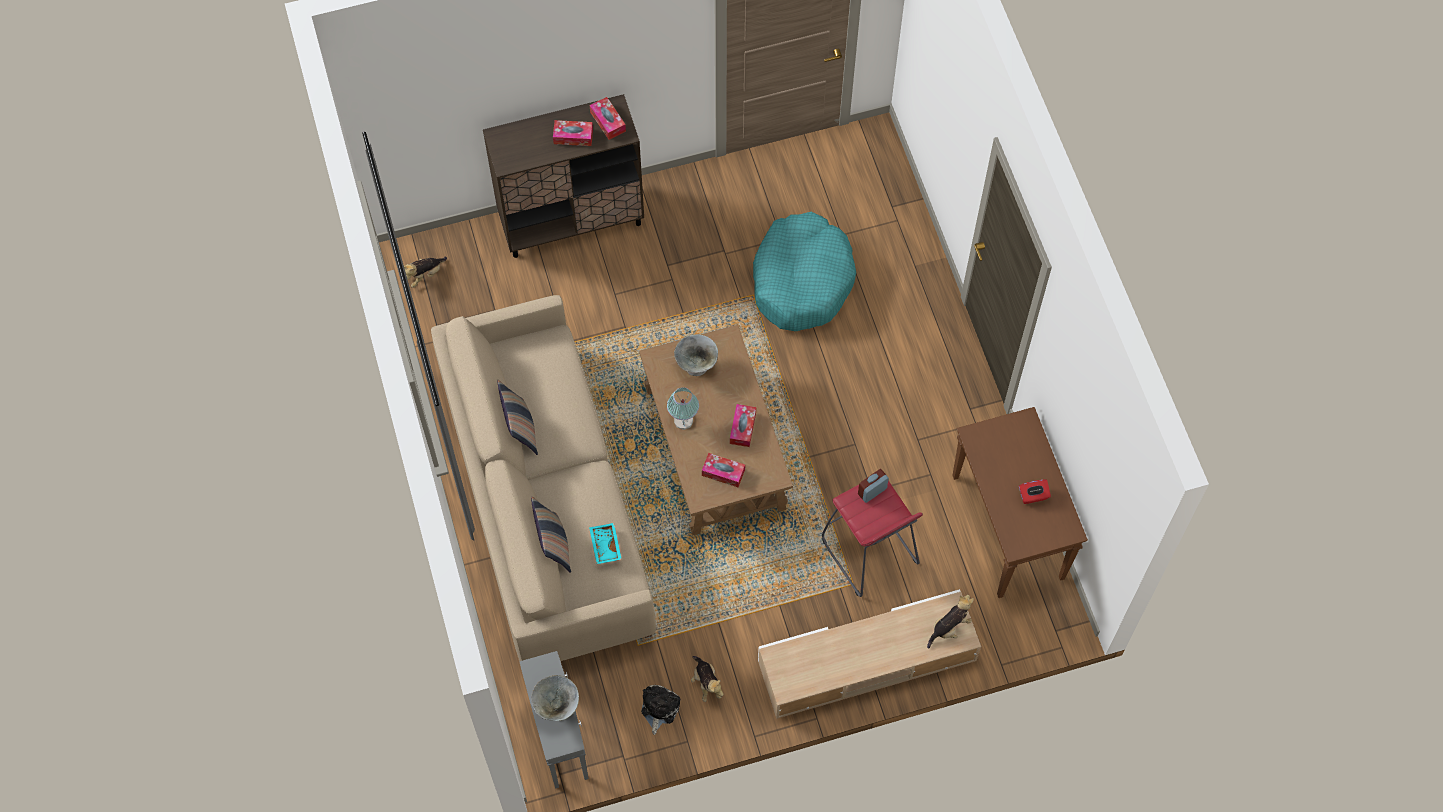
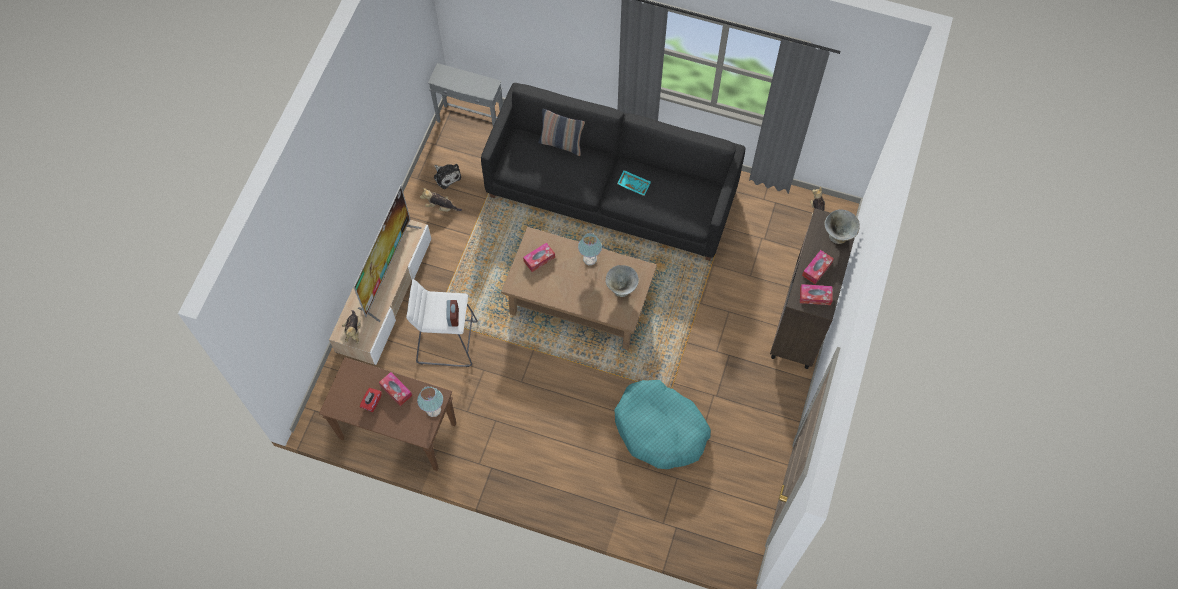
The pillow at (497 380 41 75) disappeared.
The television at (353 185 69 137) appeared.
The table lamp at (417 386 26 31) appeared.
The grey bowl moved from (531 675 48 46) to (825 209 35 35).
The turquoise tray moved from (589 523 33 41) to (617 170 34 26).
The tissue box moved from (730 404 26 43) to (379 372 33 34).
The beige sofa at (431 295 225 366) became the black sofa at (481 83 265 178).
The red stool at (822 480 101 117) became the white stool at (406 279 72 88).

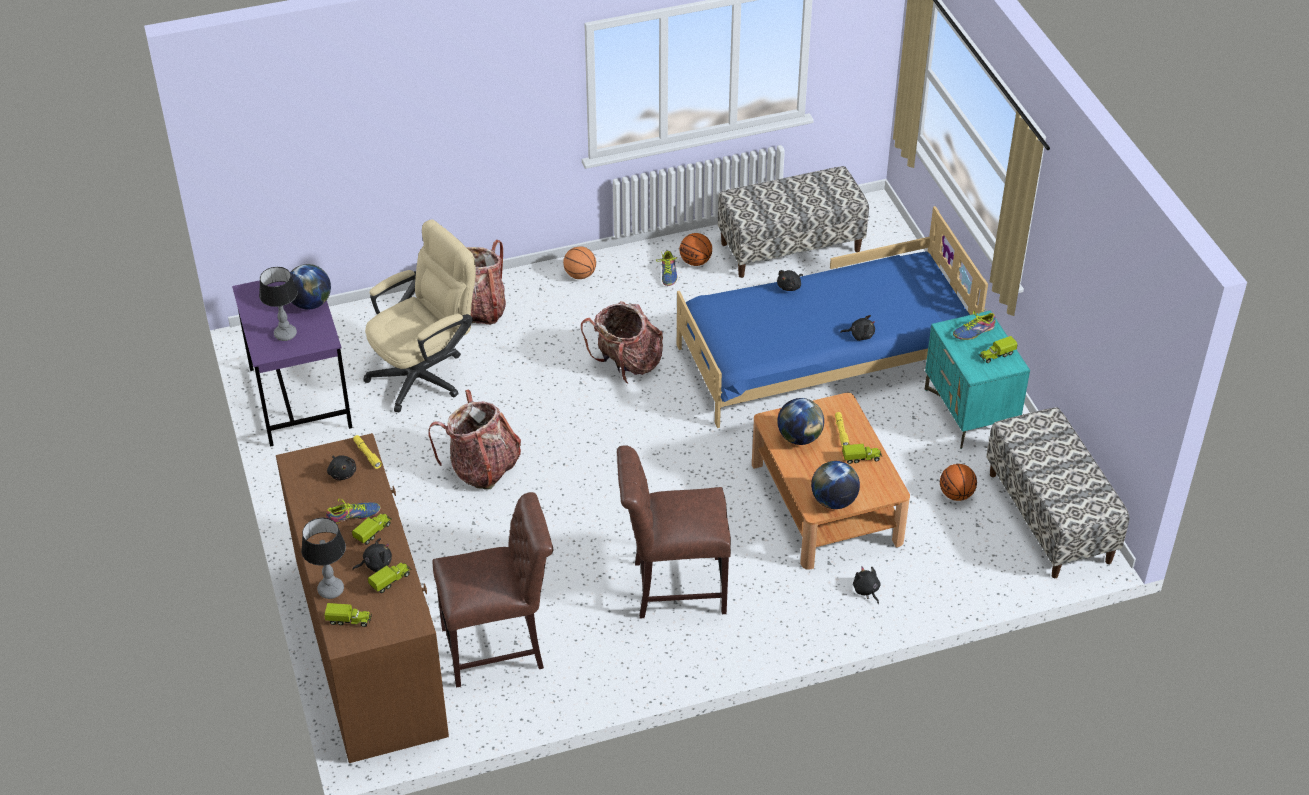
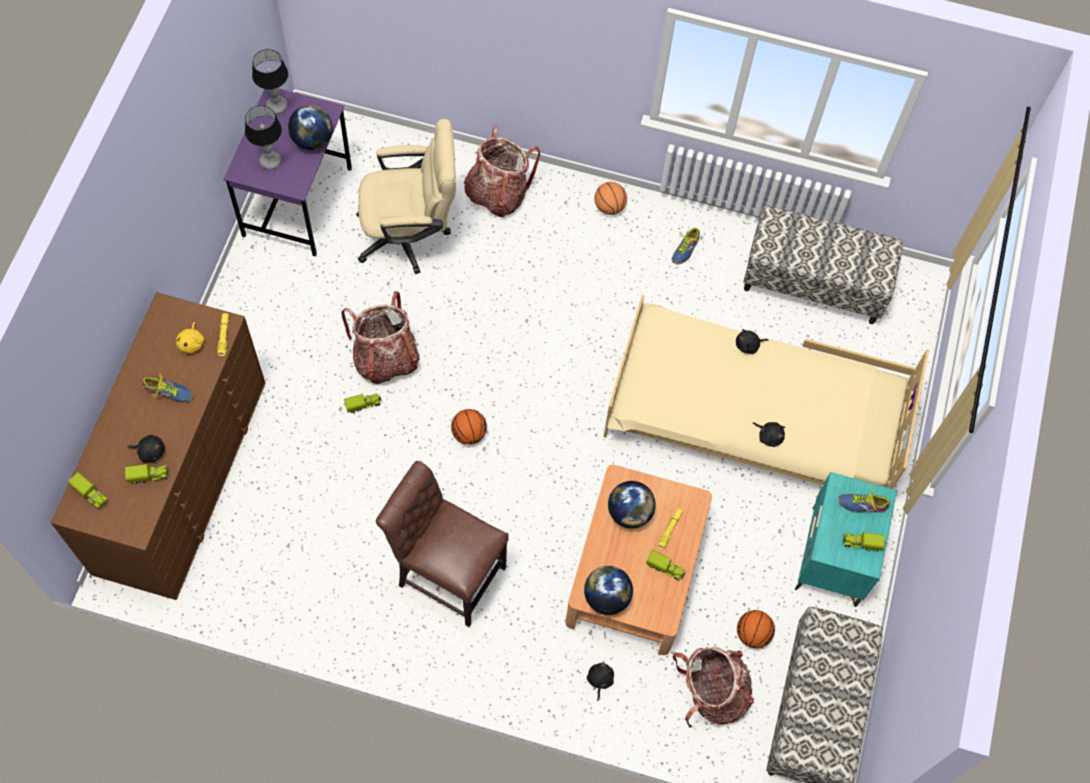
The brown chair at (432 492 121 196) disappeared.
The table lamp moved from (301 518 45 81) to (252 49 36 65).
The toy truck moved from (352 513 39 32) to (344 393 38 20).
The backpack moved from (581 301 82 82) to (673 647 81 81).
The basketball moved from (680 233 32 33) to (451 409 36 36).
The black plush toy at (327 455 29 25) became the yellow plush toy at (175 322 29 32).
The blue bed at (677 206 311 222) became the beige bed at (604 295 325 194).

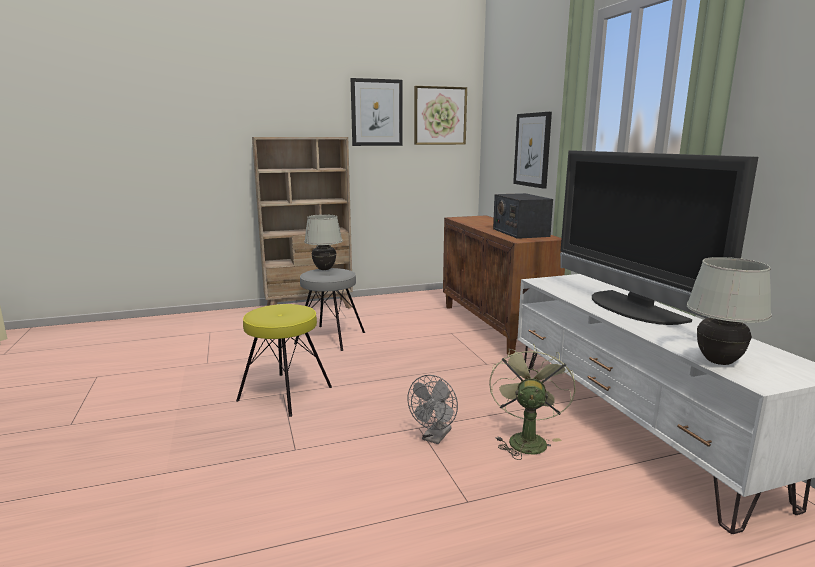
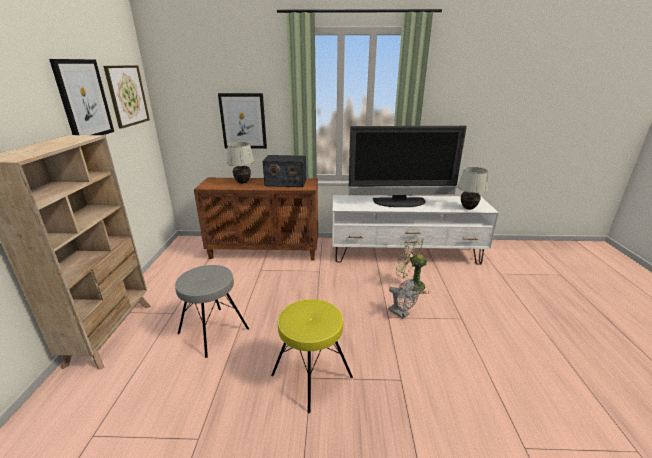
The white table lamp moved from (304 214 38 56) to (226 142 29 42).

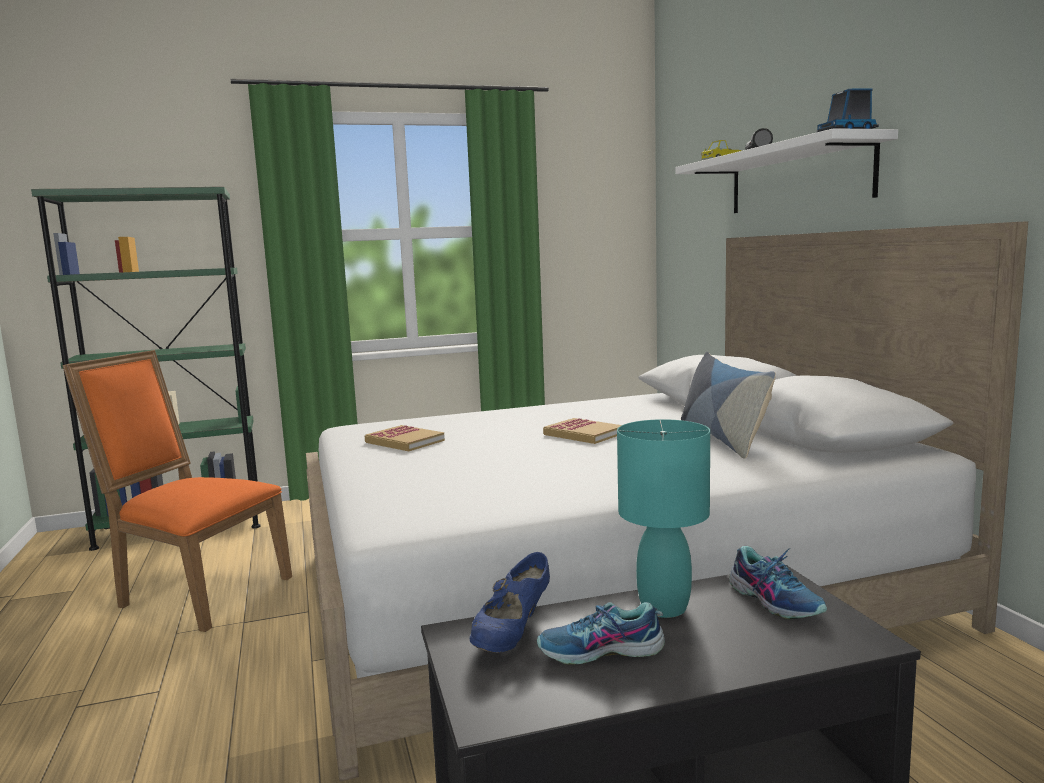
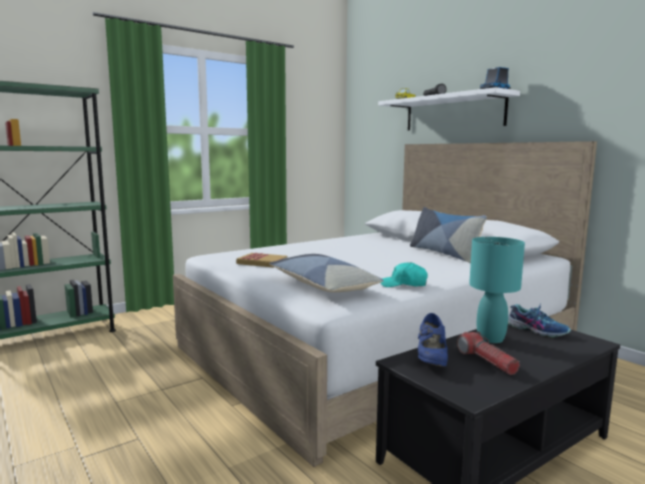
The orange chair at (62 350 230 282) disappeared.
The book at (543 418 79 26) disappeared.
The pillow at (269 254 115 38) appeared.
The turquoise cap at (381 262 47 25) appeared.
The shoe at (537 602 128 63) was replaced by the flashlight at (457 331 63 44).

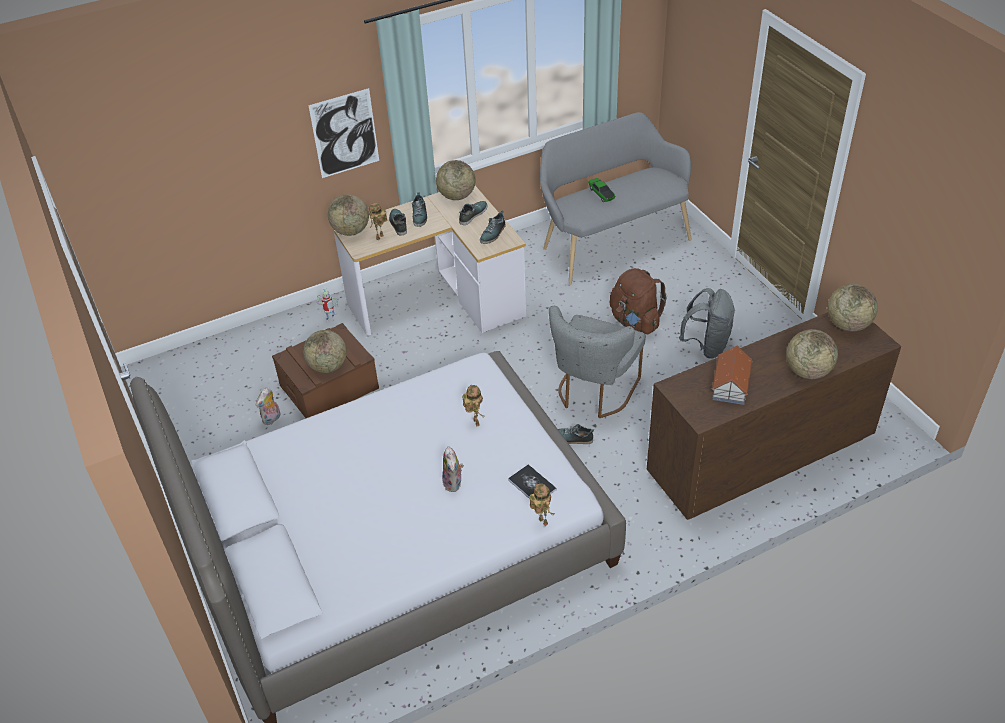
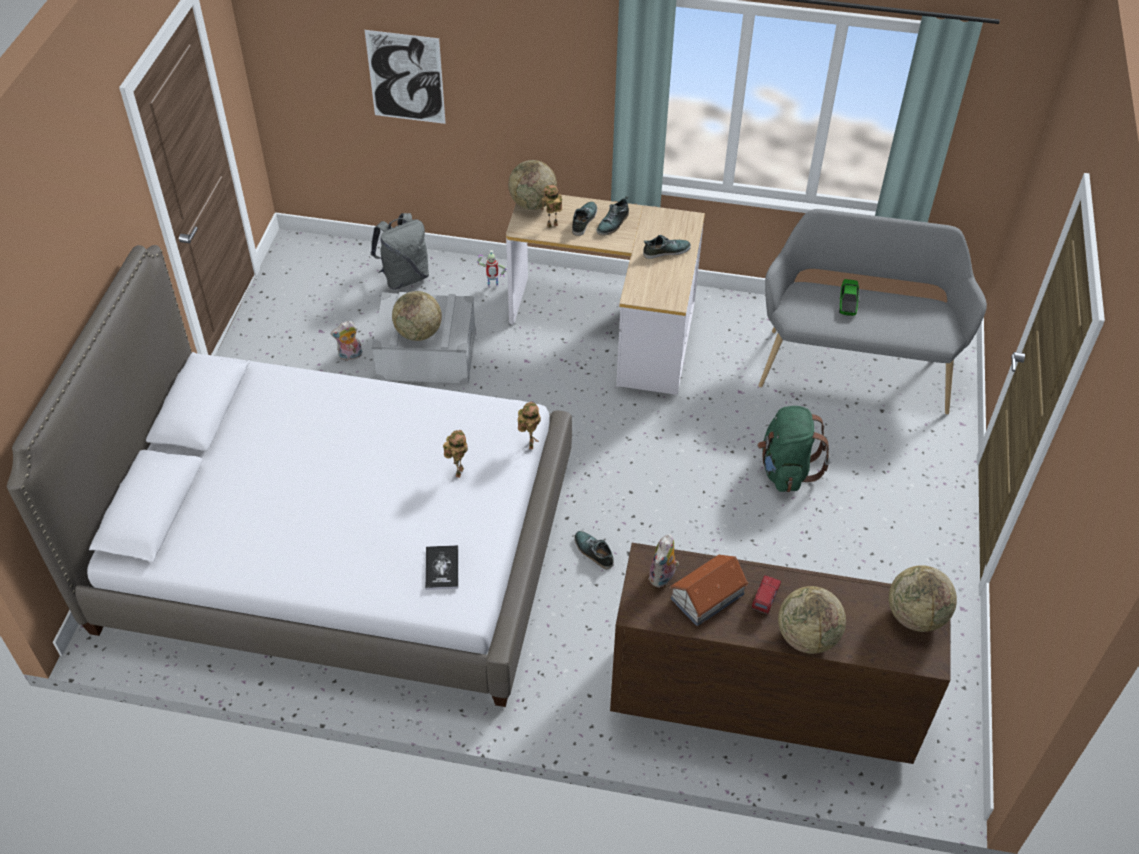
The globe at (436 160 40 40) disappeared.
The shoe at (480 211 25 33) disappeared.
The grey chair at (549 306 97 112) disappeared.
The toy truck at (752 575 29 40) appeared.
The picture moved from (308 88 71 90) to (365 30 81 94).
The plush toy moved from (442 446 22 46) to (649 534 30 54).
The toy robot moved from (529 483 26 43) to (518 402 23 47).
The grey backpack moved from (679 288 56 70) to (370 213 59 77).
The brown storage box at (272 323 107 95) became the grey storage box at (372 292 104 92).
The brown backpack at (610 268 57 66) became the green backpack at (757 406 73 86).

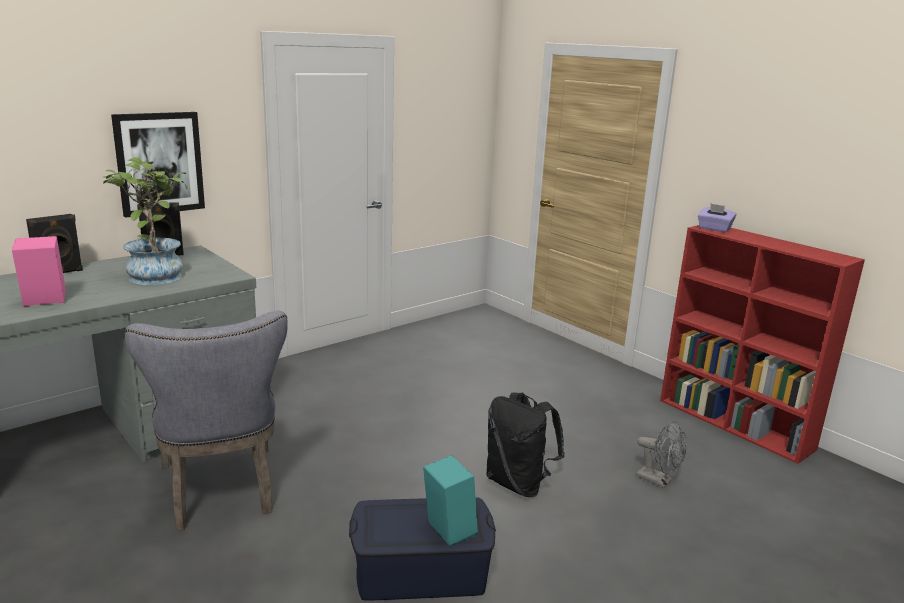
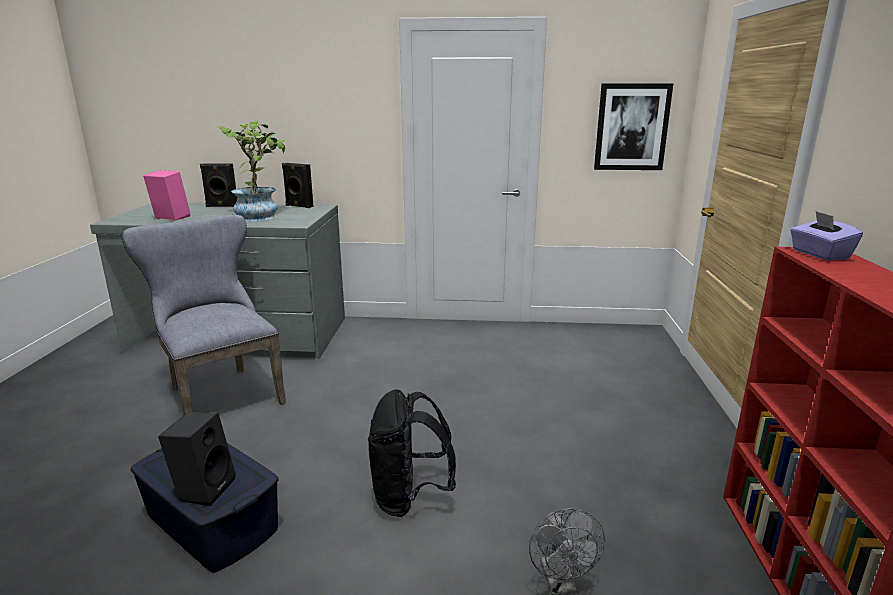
The picture moved from (111 112 94 106) to (594 84 79 86).
The turquoise speaker at (423 455 55 91) became the black speaker at (158 412 78 94).
The grey chair at (124 310 164 221) turned 120 degrees clockwise.

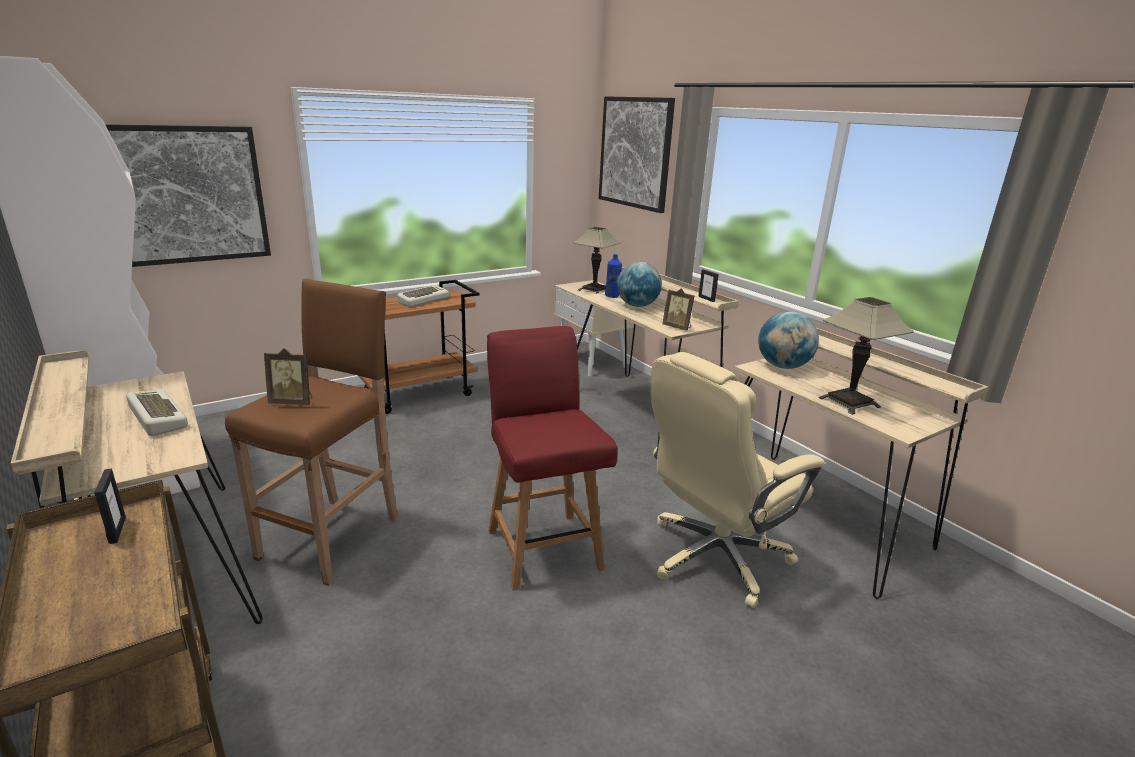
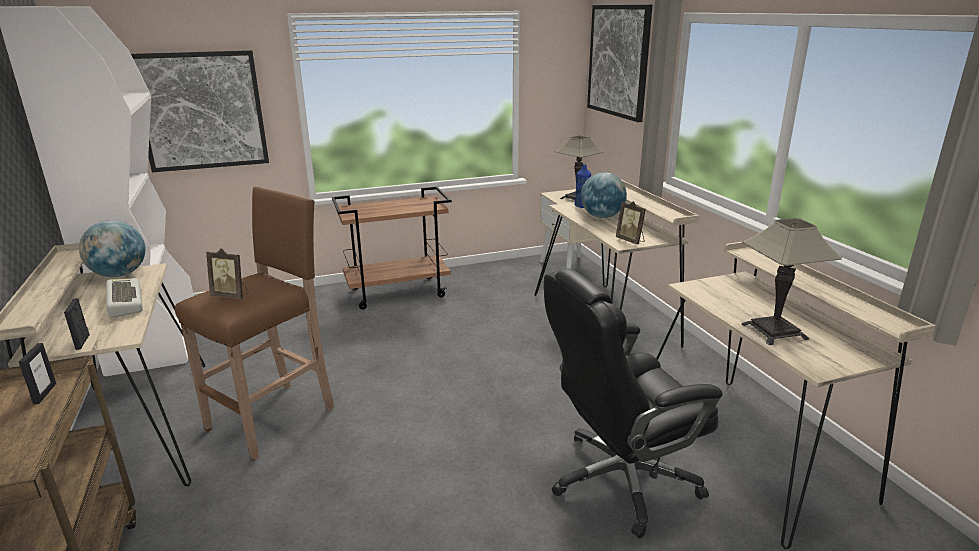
The keyboard at (397 285 52 22) disappeared.
The red chair at (487 326 131 265) disappeared.
The picture frame moved from (698 269 21 33) to (64 298 26 52).
The globe moved from (758 312 61 57) to (79 220 66 57).
The beige office chair at (650 352 175 256) became the black office chair at (544 269 179 269).

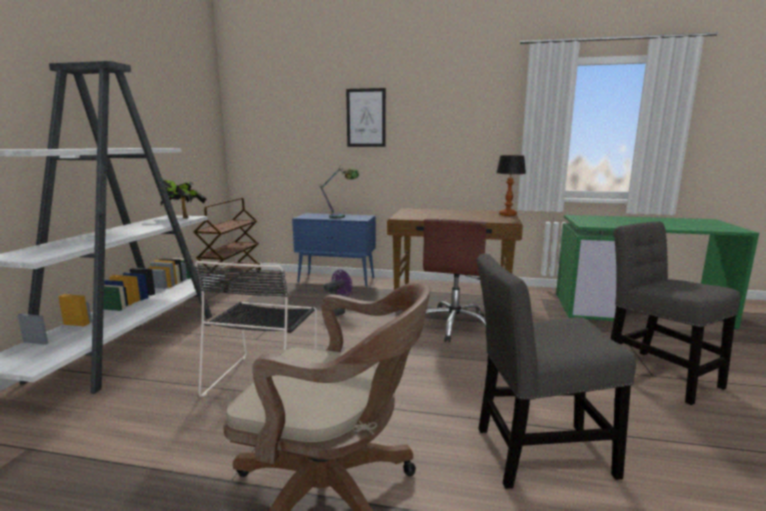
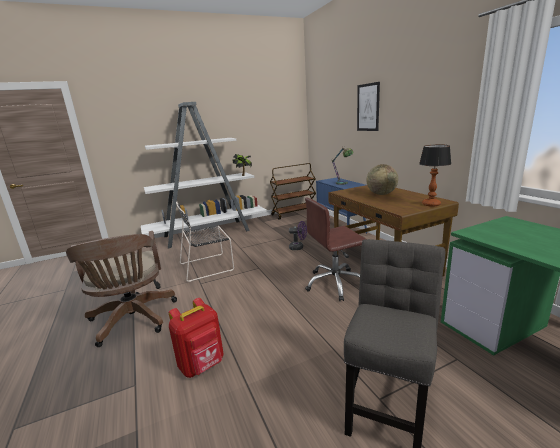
The globe at (367 164 31 31) appeared.
The grey chair at (477 254 159 235) was replaced by the red backpack at (169 298 55 80).

